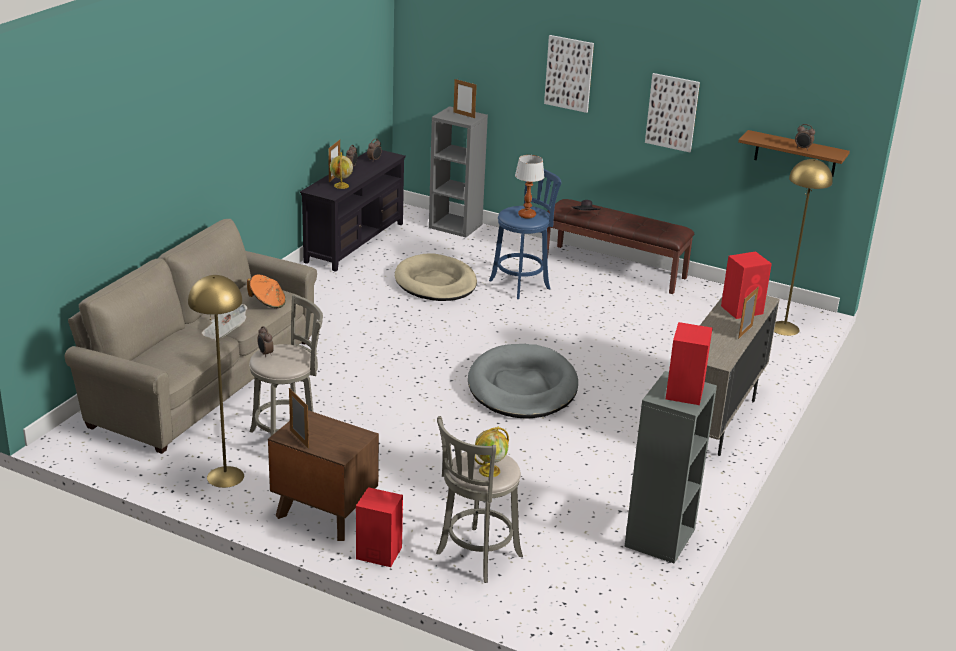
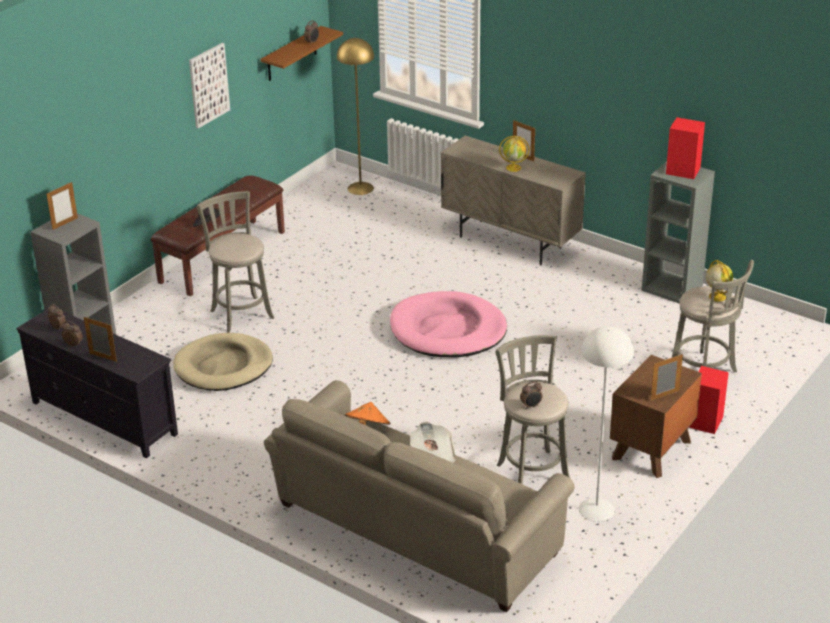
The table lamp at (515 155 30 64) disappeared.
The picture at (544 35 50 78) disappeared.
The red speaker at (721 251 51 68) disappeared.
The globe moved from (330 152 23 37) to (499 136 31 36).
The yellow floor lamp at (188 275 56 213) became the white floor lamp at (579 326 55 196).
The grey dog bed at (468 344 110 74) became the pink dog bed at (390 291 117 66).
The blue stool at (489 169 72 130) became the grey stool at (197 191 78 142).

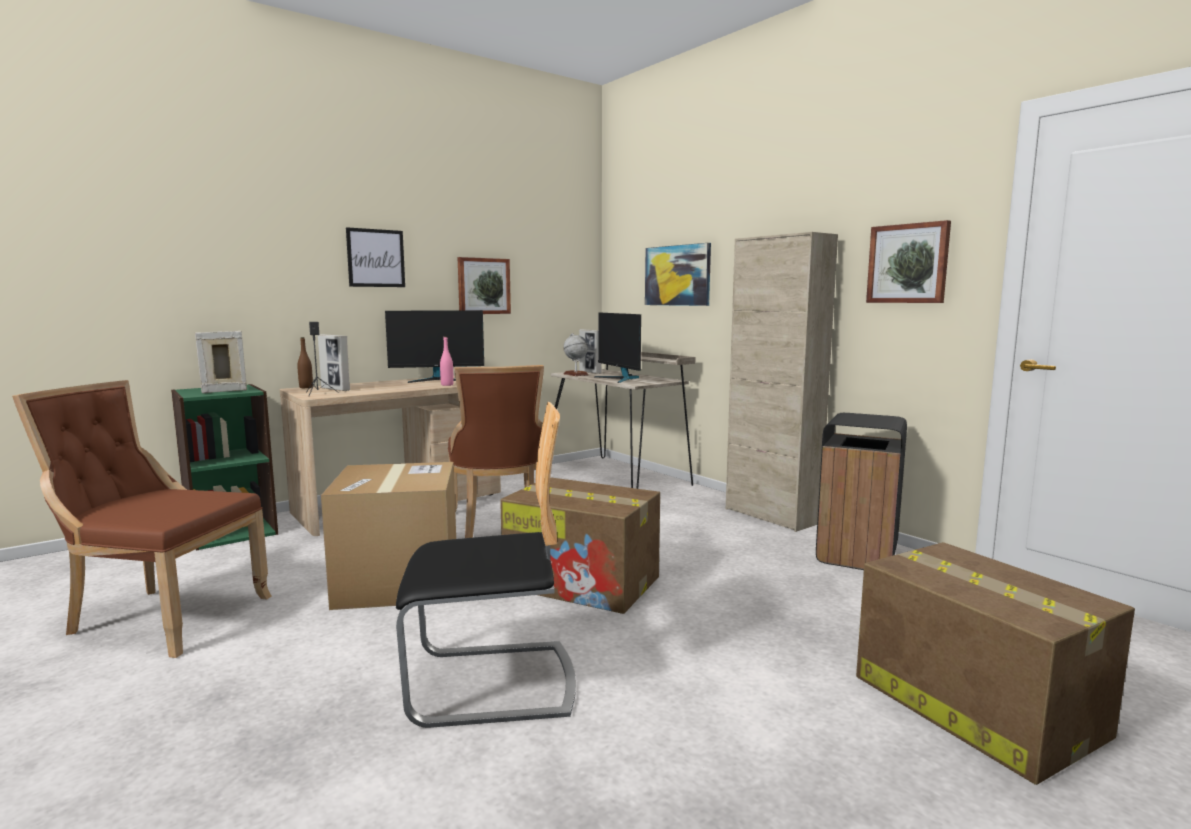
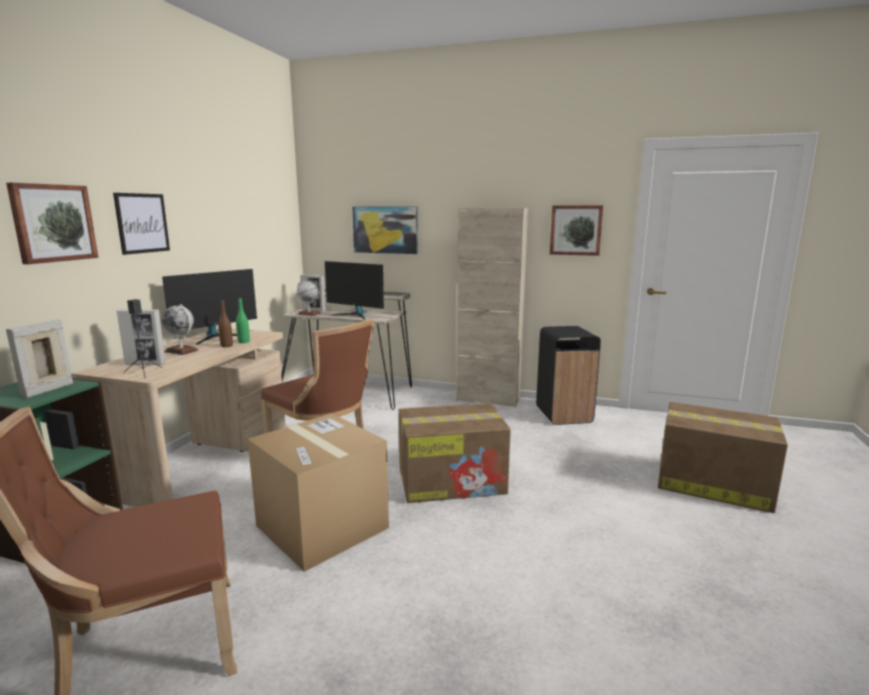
The chair at (396 402 180 326) disappeared.
The globe at (161 304 38 51) appeared.
The brown bottle moved from (297 337 16 51) to (218 300 15 47).
The picture moved from (458 257 53 57) to (6 183 92 81).
The pink bottle at (440 336 14 50) became the green bottle at (236 298 14 45).

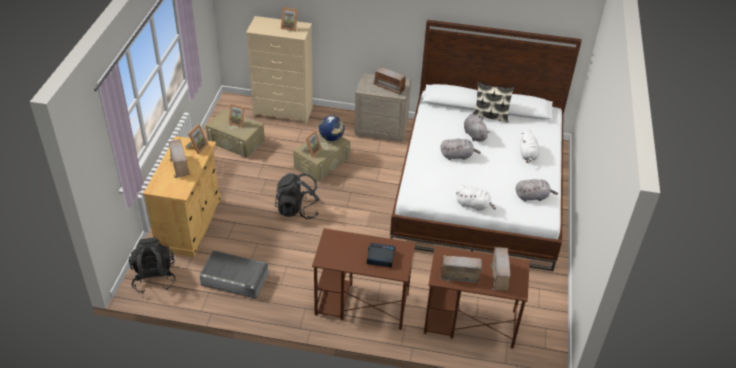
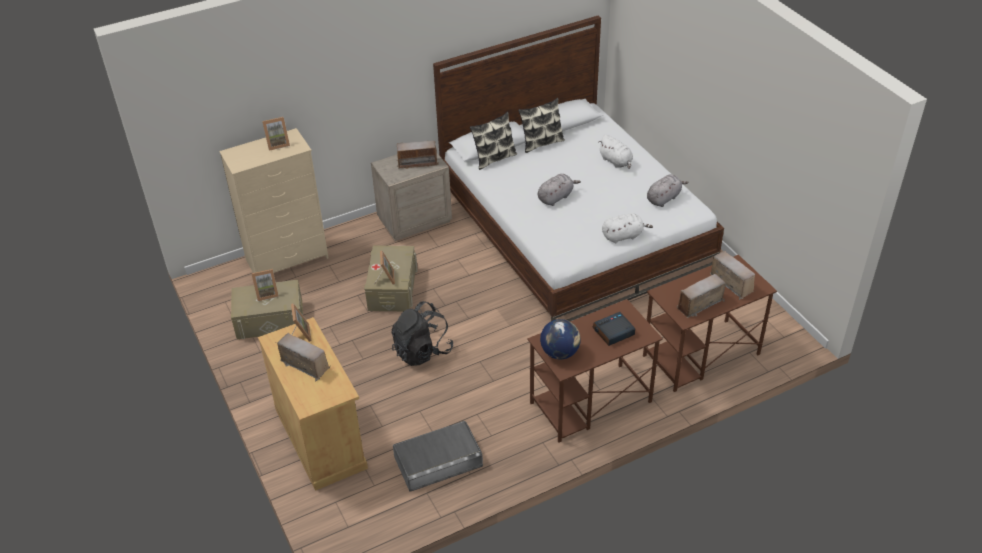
The black backpack at (129 237 47 57) disappeared.
The grey plush toy at (464 114 26 28) disappeared.
The pillow at (470 112 47 58) appeared.
The globe moved from (319 115 25 26) to (540 319 41 40).

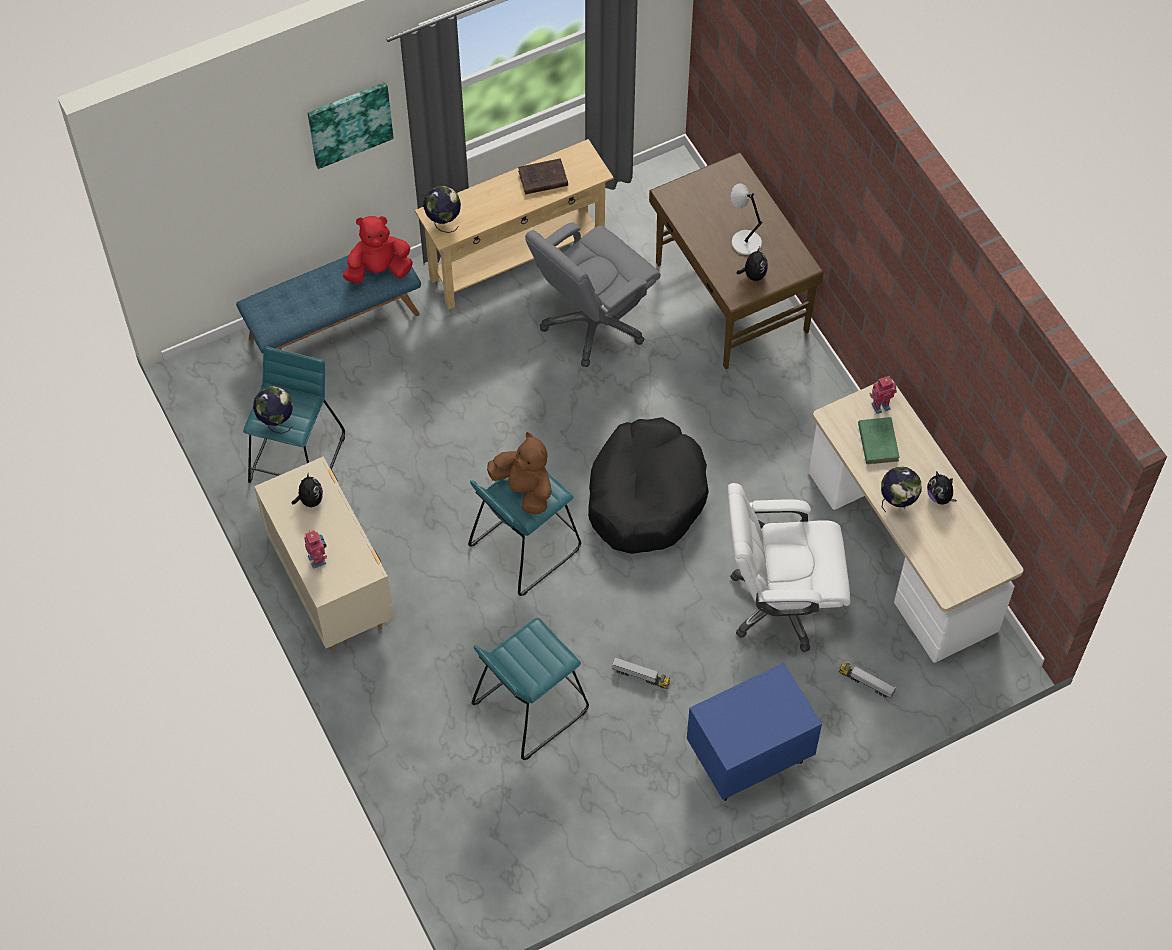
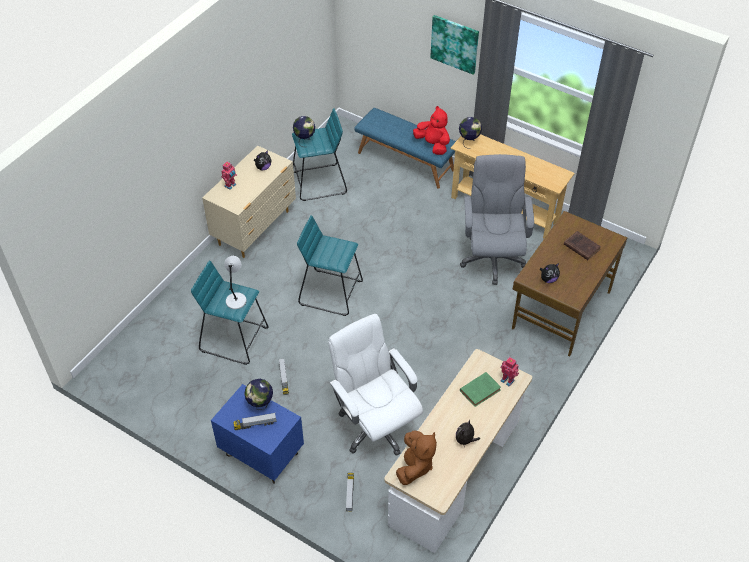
The black dog bed at (588 417 121 137) disappeared.
The toy truck at (233 413 44 17) appeared.
The brown plush toy moved from (487 432 65 82) to (396 431 41 54).
The brown book moved from (518 158 50 36) to (564 231 37 29).
The grey table lamp moved from (731 183 32 72) to (224 256 23 53).
The globe moved from (881 467 40 45) to (244 379 29 31).
The grey office chair at (525 222 136 145) turned 75 degrees clockwise.

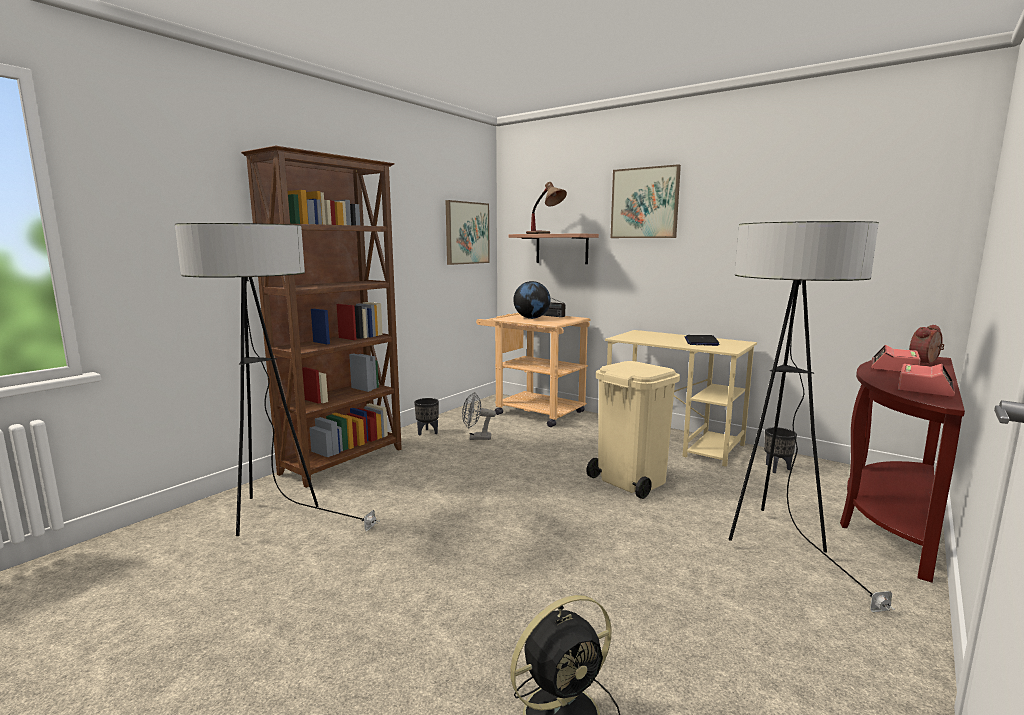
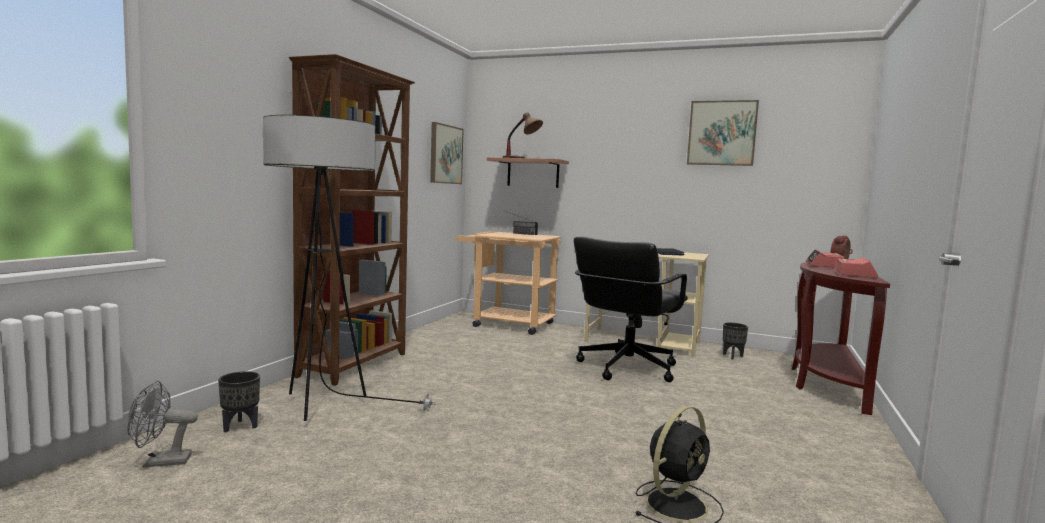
The globe at (514 281 36 38) disappeared.
The floor lamp at (729 221 166 391) disappeared.
The black planter moved from (414 398 25 38) to (218 371 42 61).
The grey fan moved from (462 392 34 48) to (127 381 71 86).
The picture moved from (611 164 70 74) to (687 100 72 66).
The beige trash can at (586 361 94 138) was replaced by the black office chair at (574 237 114 145).

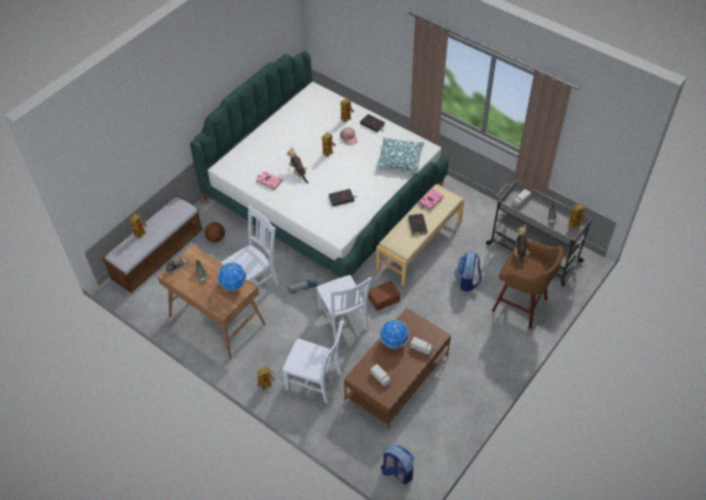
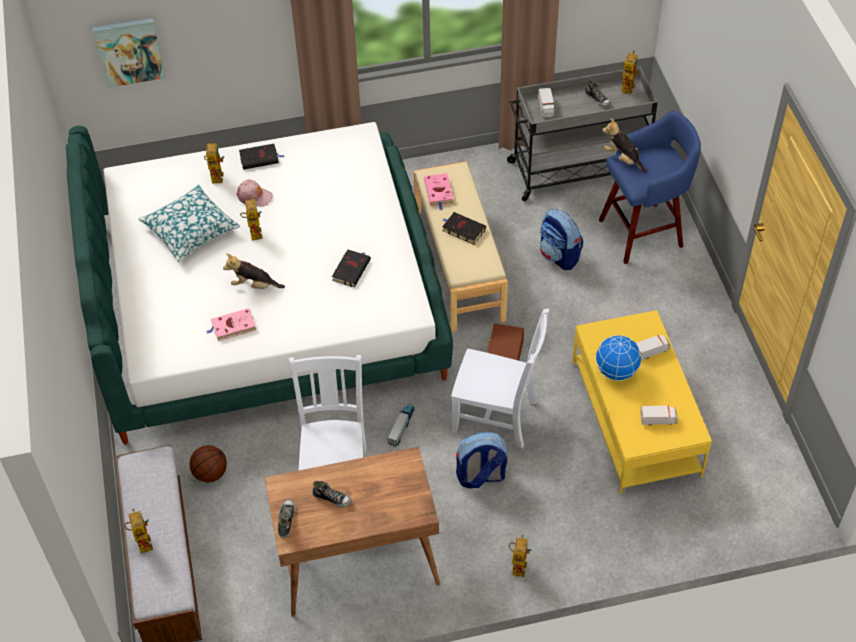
The globe at (217 262 29 29) disappeared.
The white chair at (282 320 62 84) disappeared.
The picture at (93 18 73 70) appeared.
The pillow moved from (376 137 48 37) to (138 184 102 79).
The backpack moved from (381 444 33 40) to (456 432 51 56).
The brown coffee table at (344 308 107 121) became the yellow coffee table at (572 310 140 184).
The brown stool at (492 241 71 88) became the blue stool at (599 110 102 154).

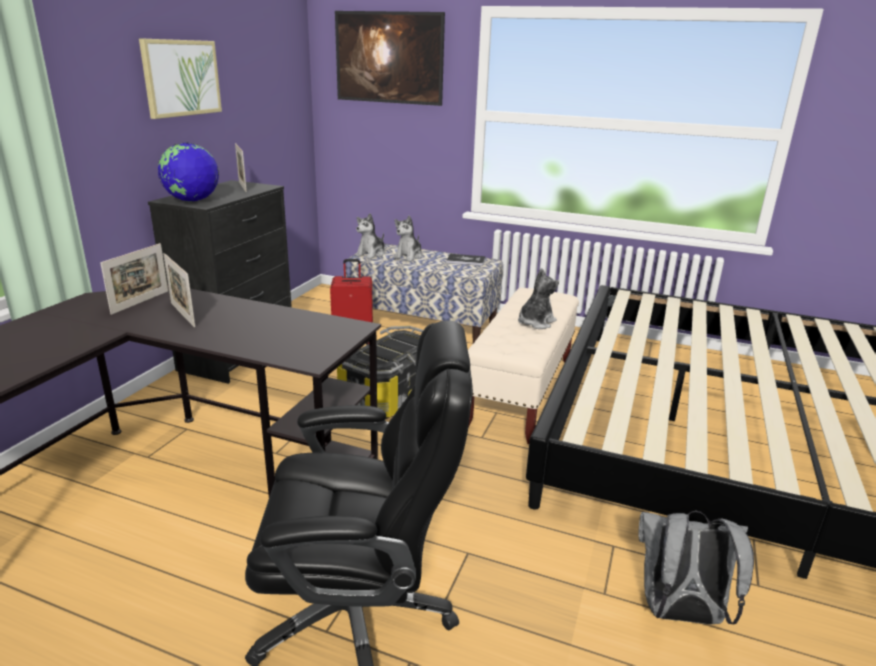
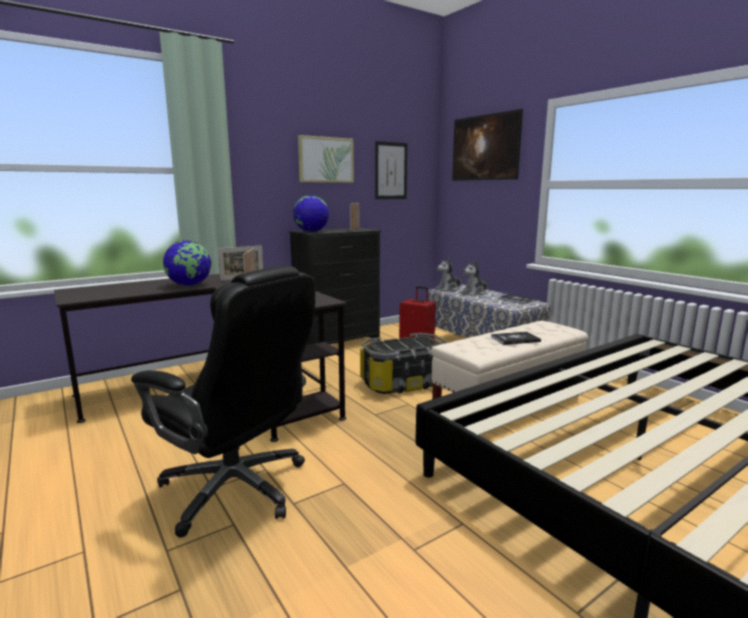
The grey backpack at (638 511 116 114) disappeared.
The globe at (163 240 48 46) appeared.
The picture at (375 141 32 58) appeared.
The plush toy at (518 268 41 61) was replaced by the book at (491 331 50 14).

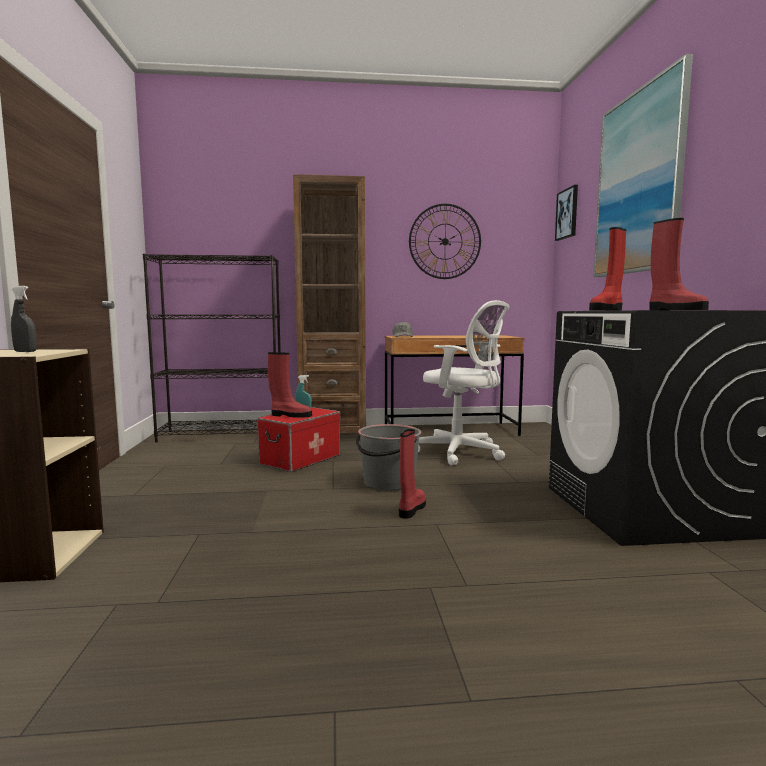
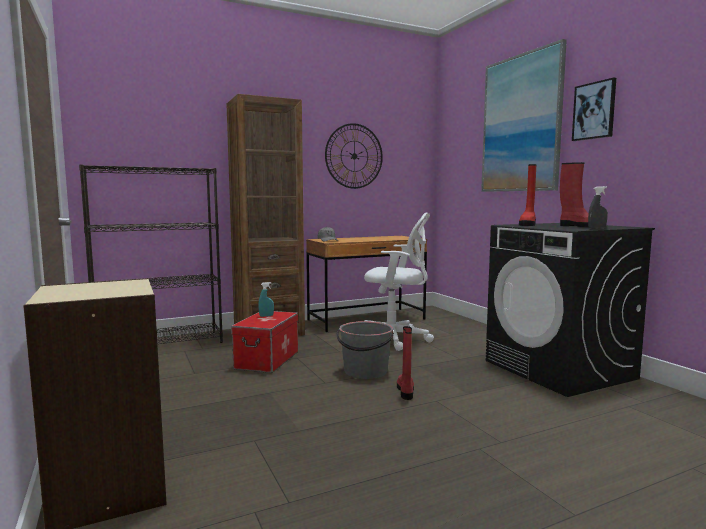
The red boot at (268 352 44 66) disappeared.
The grey spray bottle moved from (11 286 26 66) to (588 186 20 43).
The picture moved from (555 185 23 56) to (572 77 44 64).

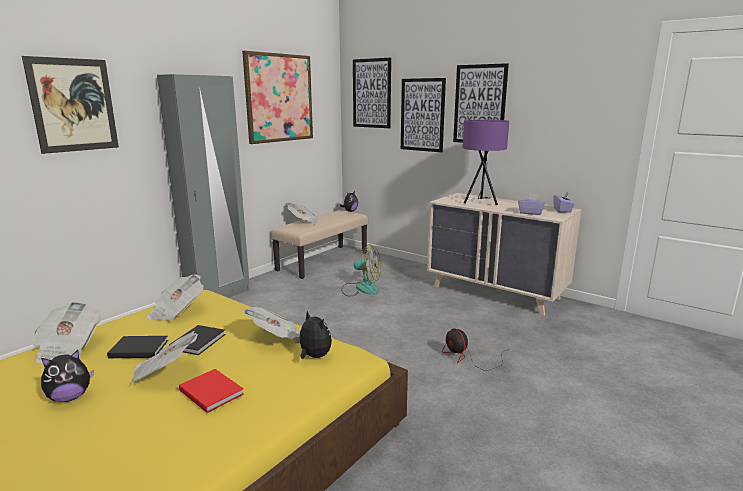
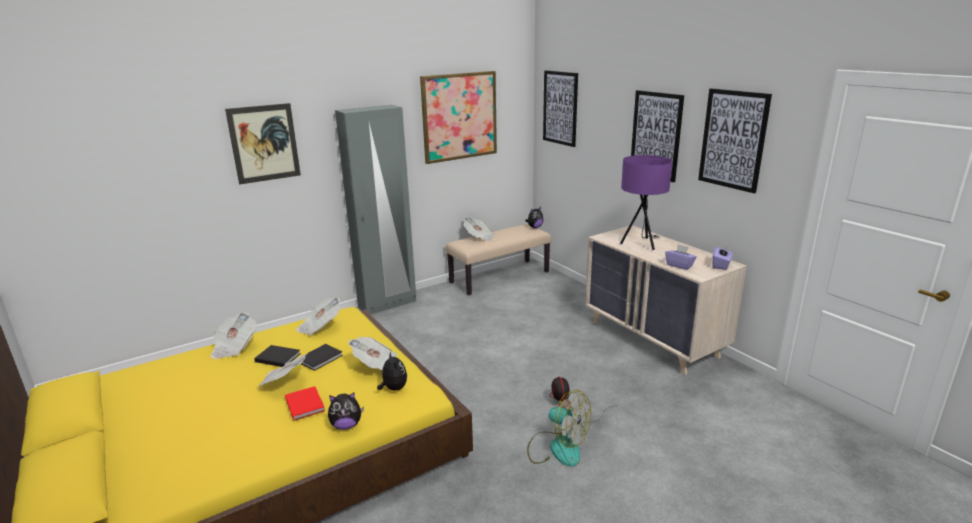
The plush toy moved from (41 350 52 52) to (328 392 36 38).
The fan moved from (341 244 40 52) to (527 390 64 77).
The picture moved from (401 78 45 74) to (698 88 74 105).

